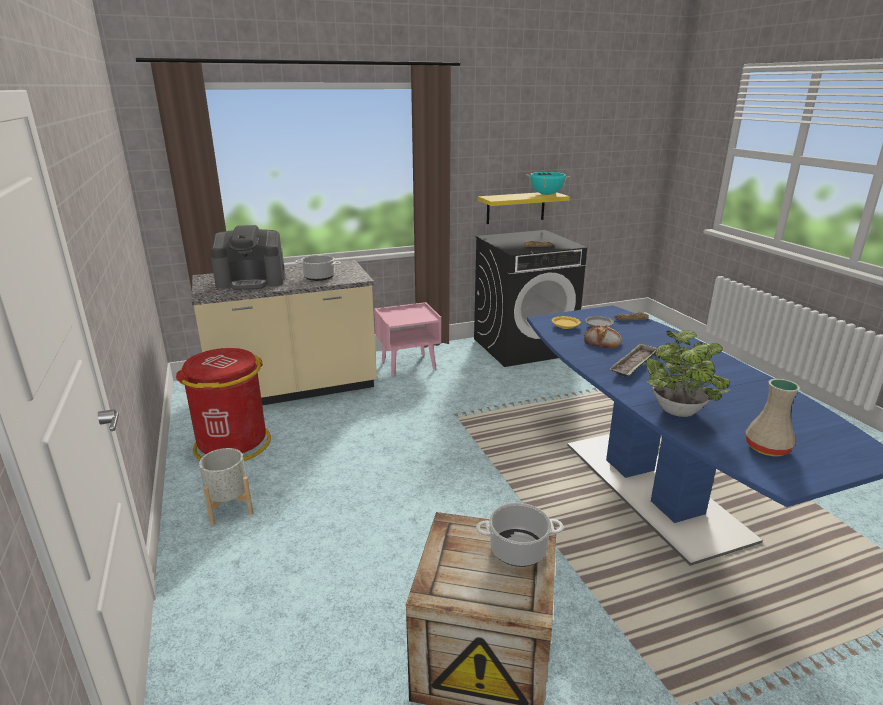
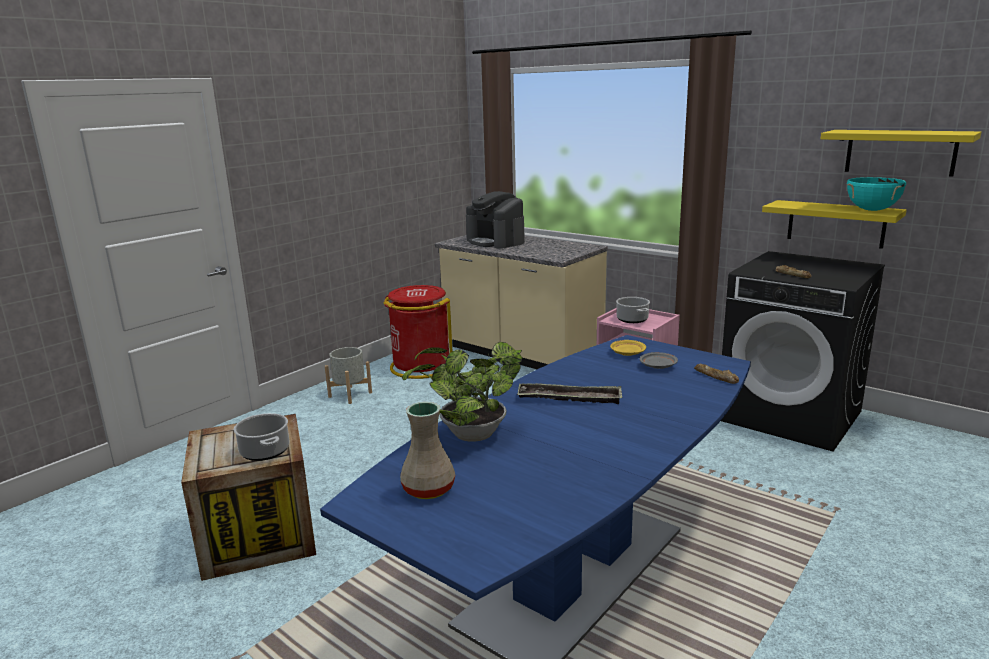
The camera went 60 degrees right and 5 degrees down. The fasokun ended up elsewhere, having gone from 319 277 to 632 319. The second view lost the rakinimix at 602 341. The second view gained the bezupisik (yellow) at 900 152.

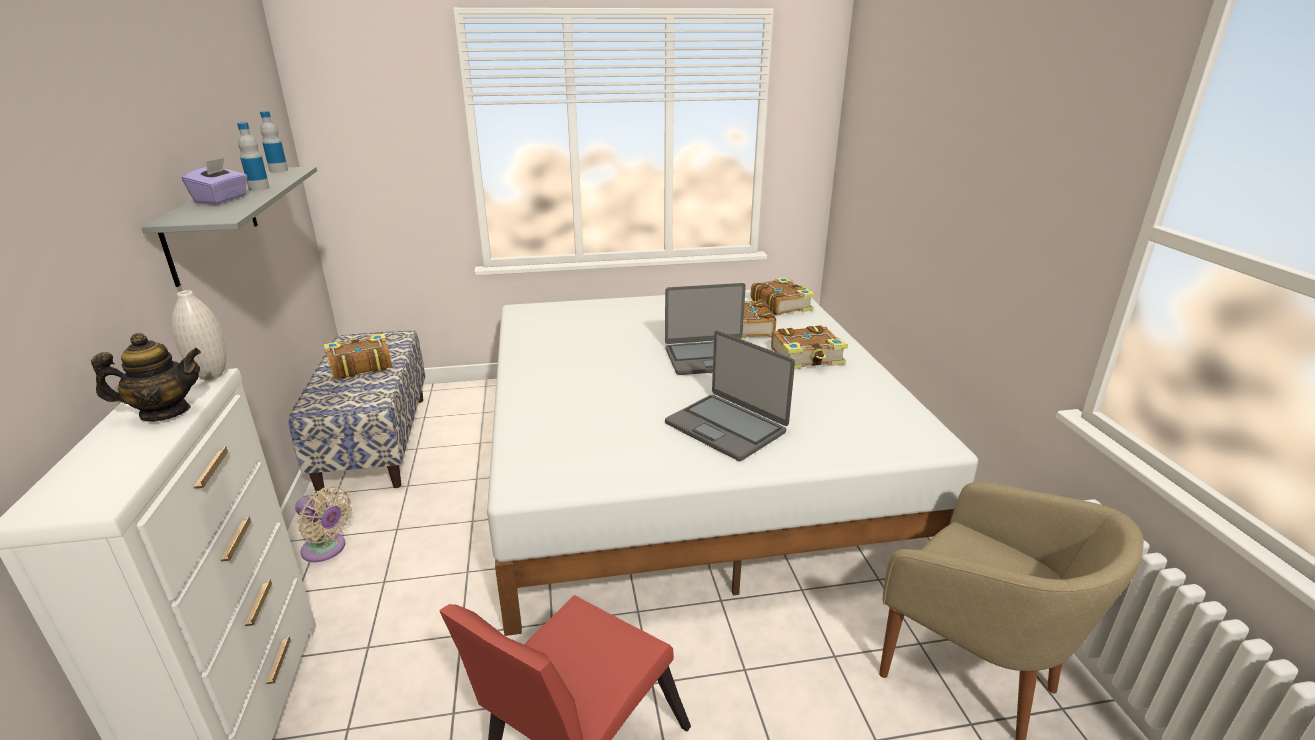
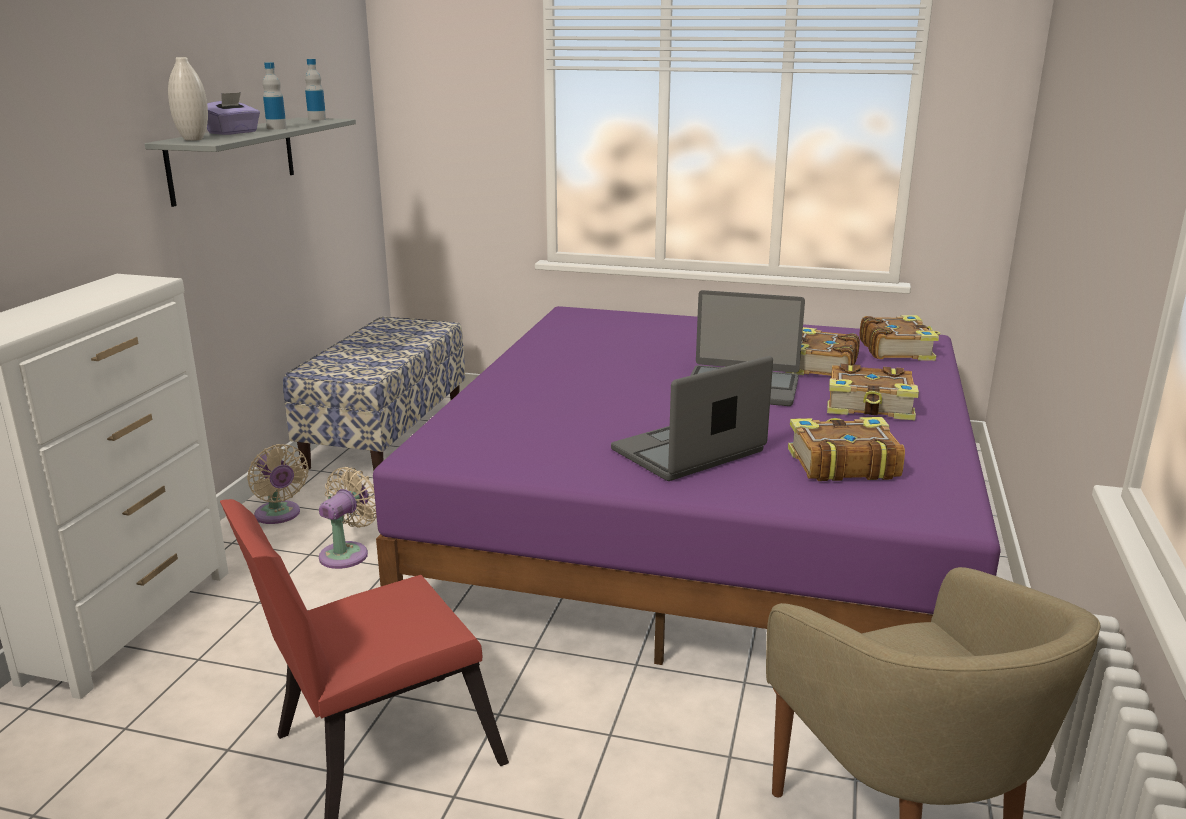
The camera went 25 degrees right and 5 degrees down. The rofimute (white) ended up elsewhere, having gone from 211 375 to 193 139. What was the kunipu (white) at 689 465 turned into the kunipu (purple) at 706 527. The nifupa at 726 427 ended up facing another way, 75 degrees clockwise from before. The second view lost the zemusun at 165 412. The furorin ended up elsewhere, having gone from 360 365 to 841 464. The second view gained the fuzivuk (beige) at 347 553.

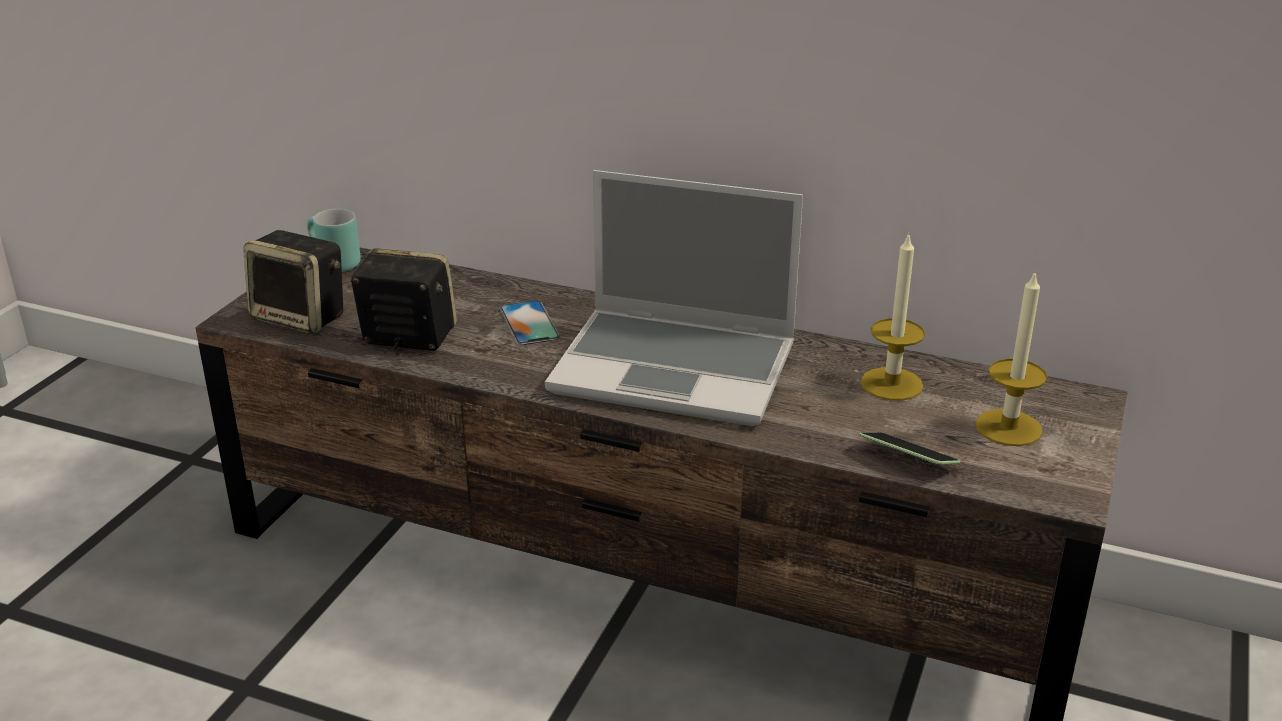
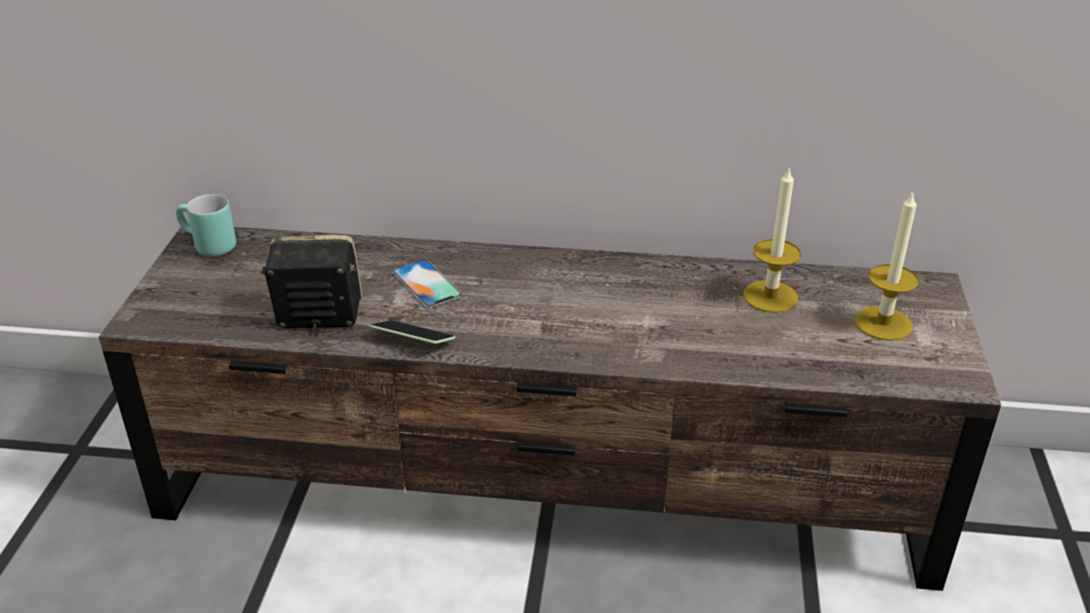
The camera went 15 degrees left and 5 degrees up. The second view lost the nifupa at 677 369. The second view lost the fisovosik at 302 317. The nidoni ended up elsewhere, having gone from 907 460 to 413 341.

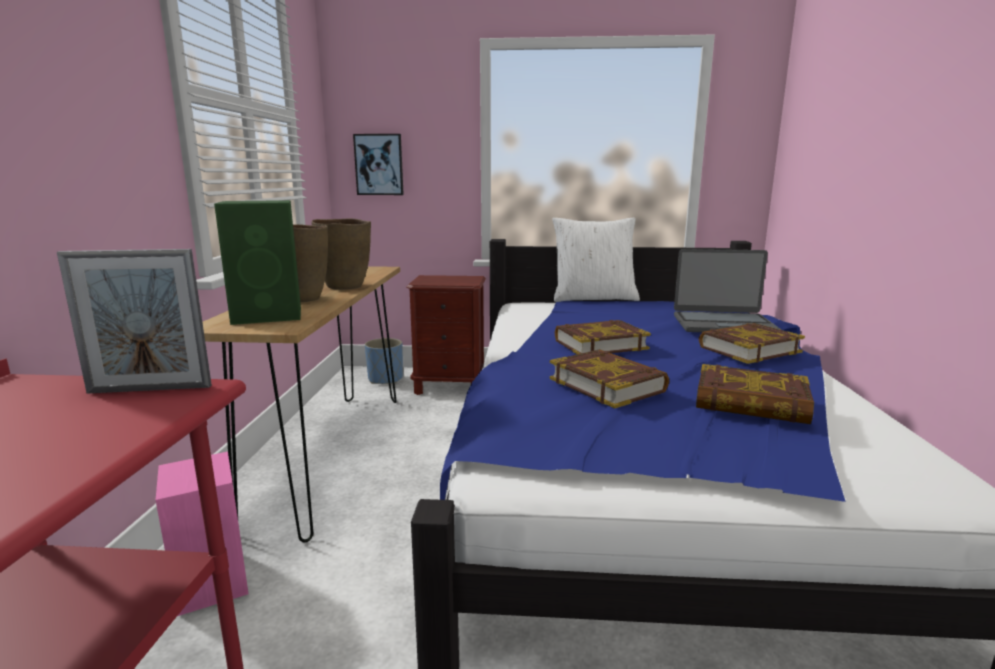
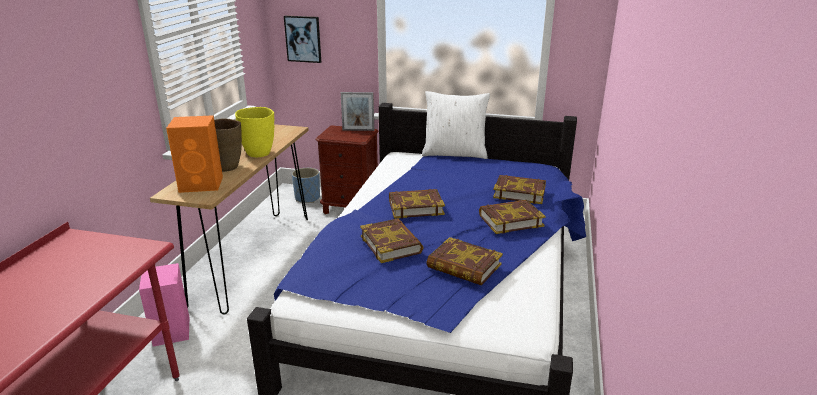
The camera went 10 degrees right and 10 degrees up. What was the fisovosik (green) at 270 315 turned into the fisovosik (orange) at 202 184. What was the rofimute (brown) at 346 286 turned into the rofimute (yellow) at 259 153. The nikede ended up elsewhere, having gone from 150 389 to 358 130. Where the nifupa stood at 723 324, the furorin came to stand at 519 193.

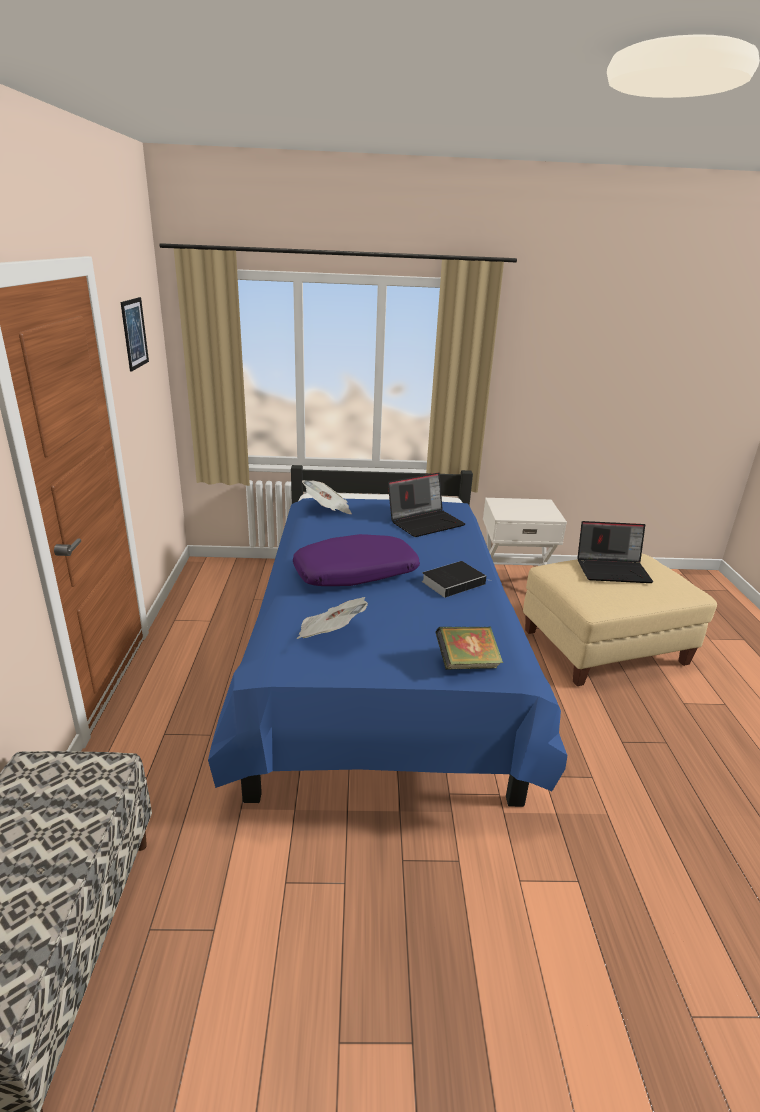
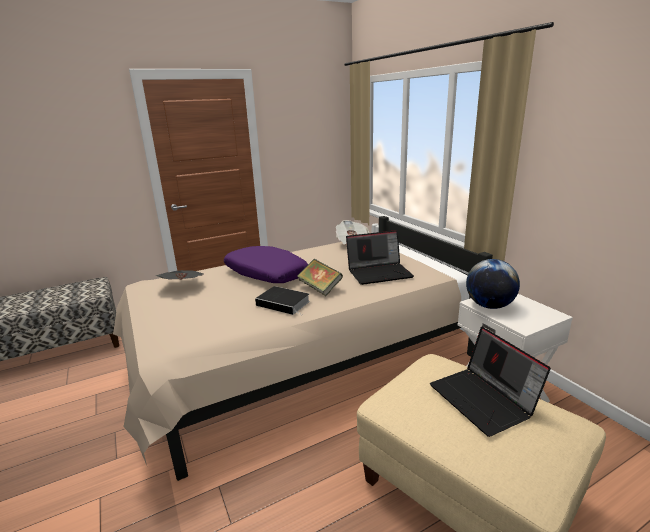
The camera went 65 degrees right and 5 degrees down. The second view lost the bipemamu at 134 333. What was the kunipu (blue) at 380 667 turned into the kunipu (beige) at 301 362. The nifupa at 426 522 ended up facing another way, 45 degrees counterclockwise from before. The furorin ended up elsewhere, having gone from 467 664 to 320 288. The second view gained the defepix at 489 306.

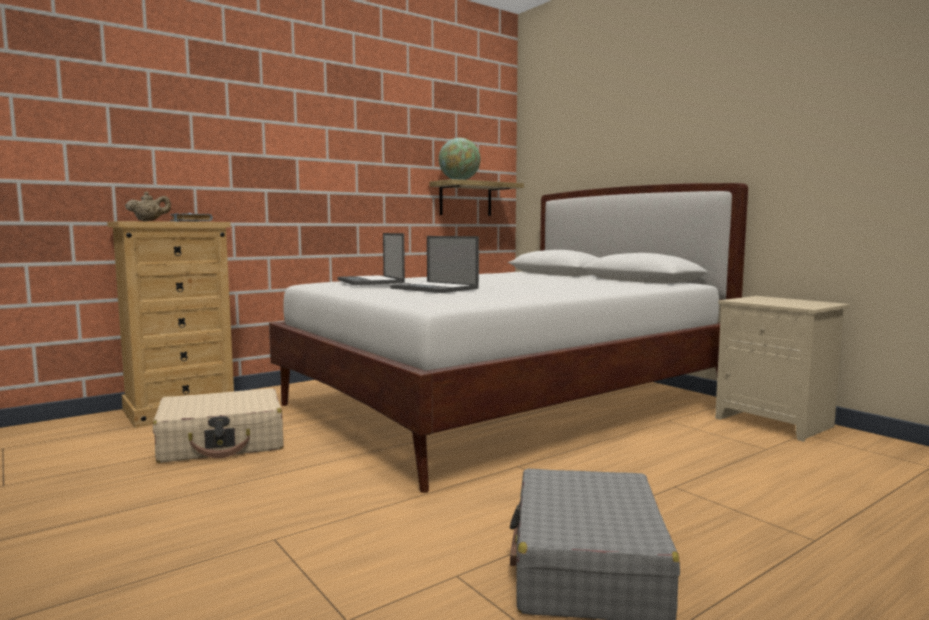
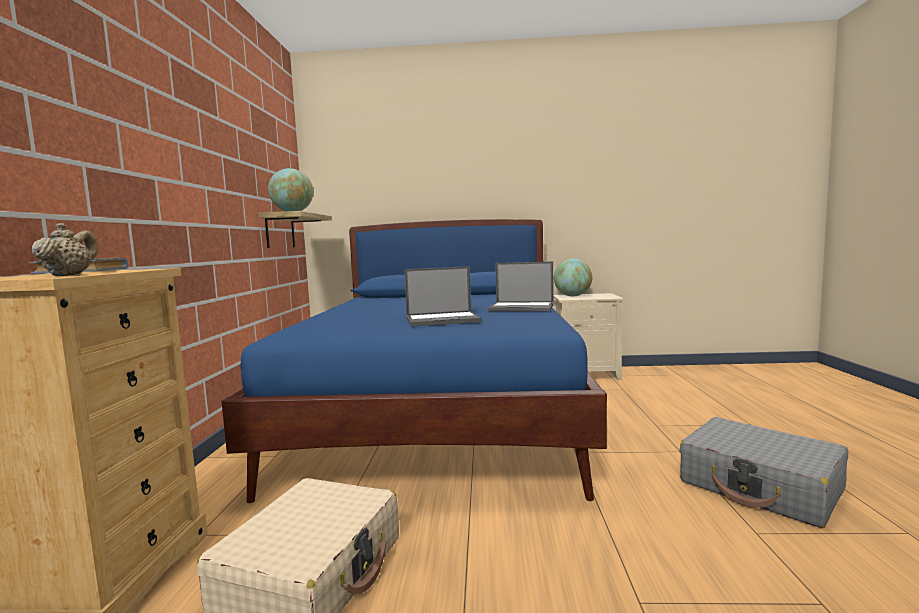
The camera went 50 degrees left and 0 degrees up. What was the kunipu (white) at 506 403 turned into the kunipu (blue) at 440 415. The nifupa ended up elsewhere, having gone from 371 281 to 522 307. The second view gained the defepix at 573 296.

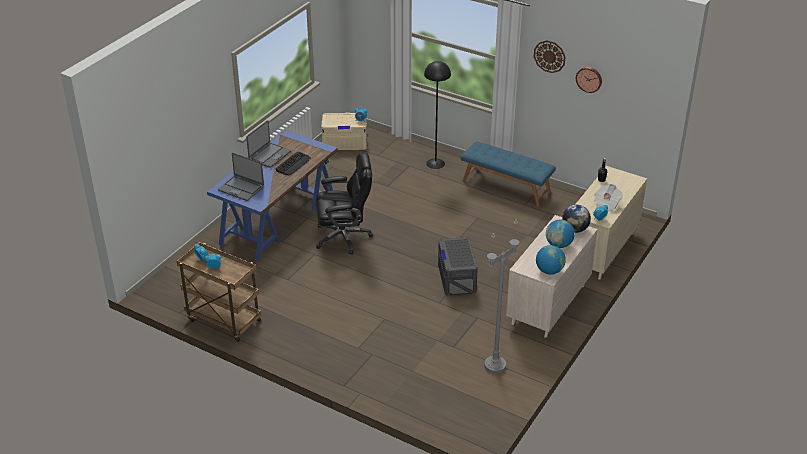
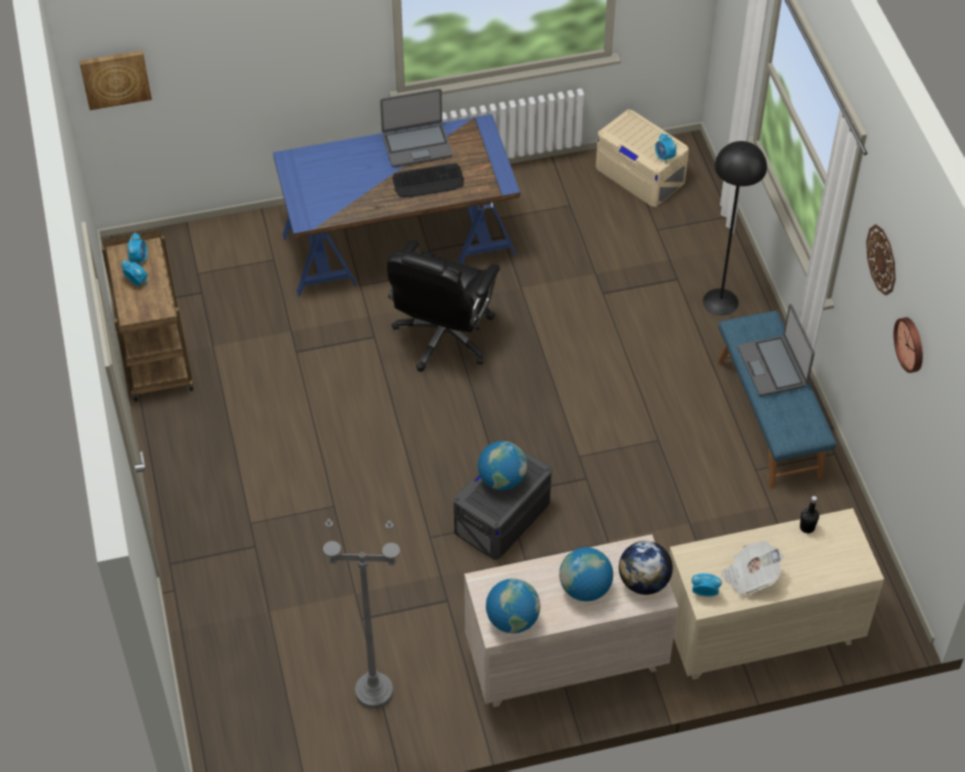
The camera went 45 degrees right and 15 degrees up. The nifupa ended up elsewhere, having gone from 241 188 to 773 366. The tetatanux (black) at 344 237 ended up facing another way, 75 degrees clockwise from before. The second view gained the bipemamu at 115 78. The second view gained the defepix at 502 479.

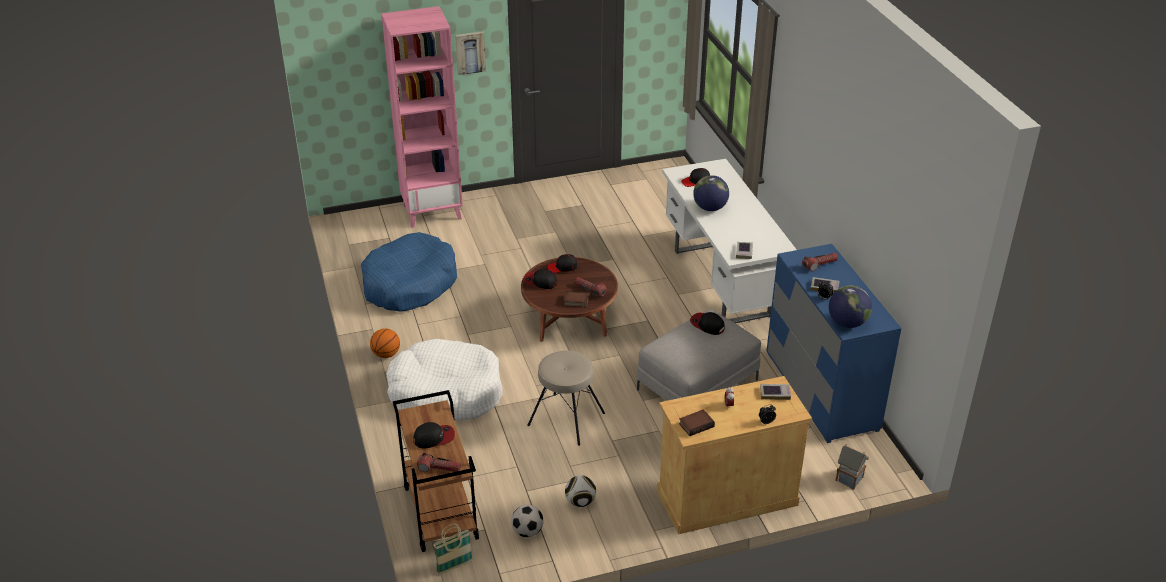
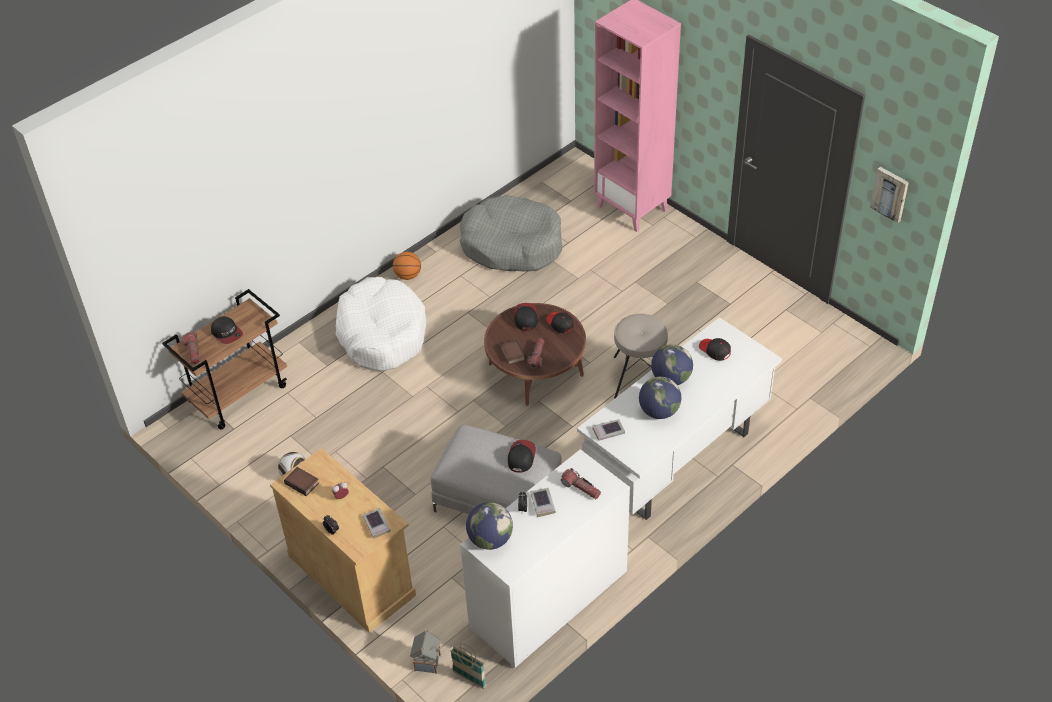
The camera went 65 degrees right and 10 degrees up. The bipemamu ended up elsewhere, having gone from 470 52 to 890 193. What was the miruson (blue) at 409 284 turned into the miruson (grey) at 512 245. What was the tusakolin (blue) at 821 391 turned into the tusakolin (white) at 549 600. The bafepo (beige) ended up elsewhere, having gone from 566 419 to 639 377. The second view lost the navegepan at 527 531. The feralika ended up elsewhere, having gone from 454 566 to 469 678. The second view gained the defepix at 659 411.

